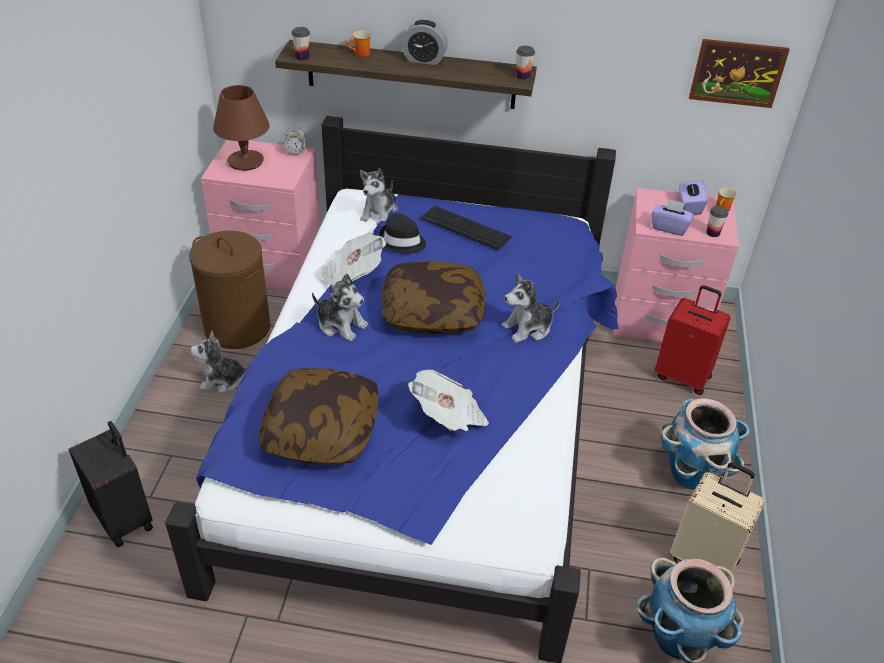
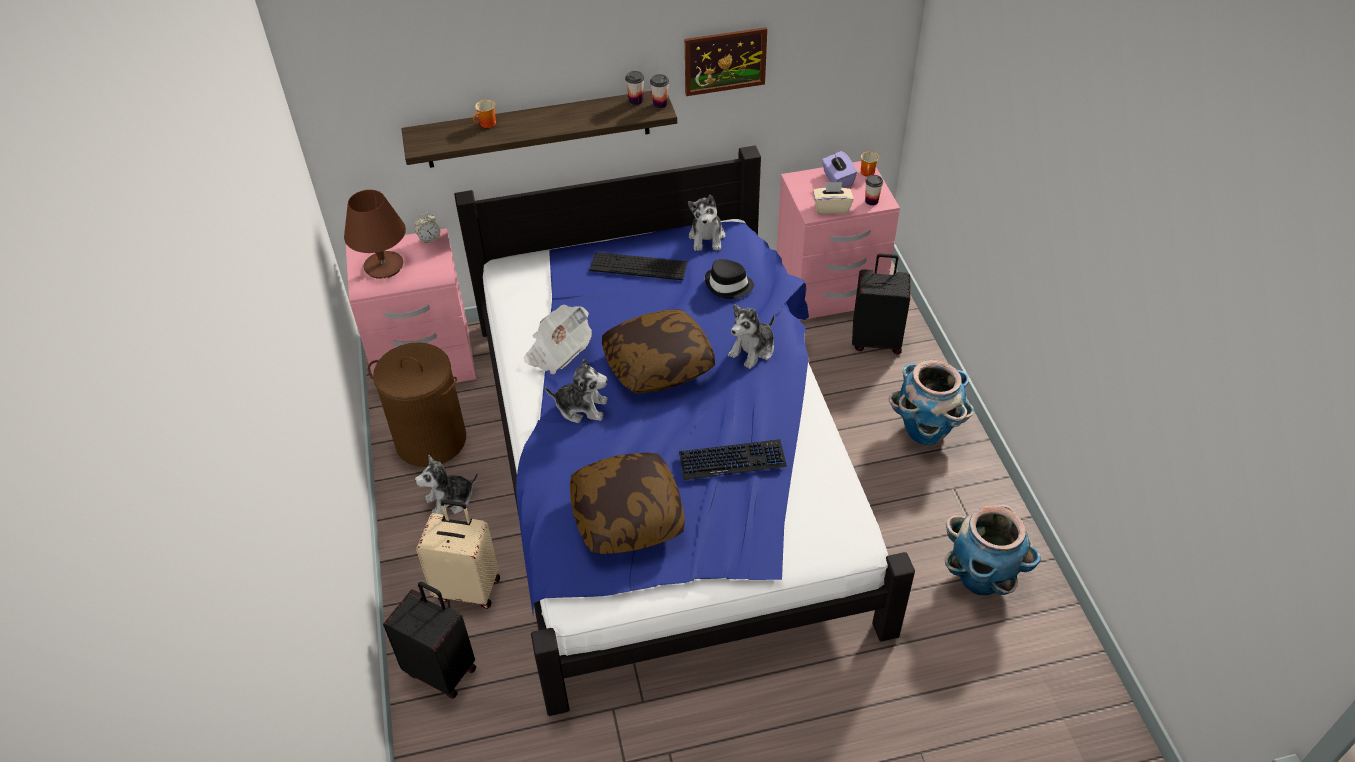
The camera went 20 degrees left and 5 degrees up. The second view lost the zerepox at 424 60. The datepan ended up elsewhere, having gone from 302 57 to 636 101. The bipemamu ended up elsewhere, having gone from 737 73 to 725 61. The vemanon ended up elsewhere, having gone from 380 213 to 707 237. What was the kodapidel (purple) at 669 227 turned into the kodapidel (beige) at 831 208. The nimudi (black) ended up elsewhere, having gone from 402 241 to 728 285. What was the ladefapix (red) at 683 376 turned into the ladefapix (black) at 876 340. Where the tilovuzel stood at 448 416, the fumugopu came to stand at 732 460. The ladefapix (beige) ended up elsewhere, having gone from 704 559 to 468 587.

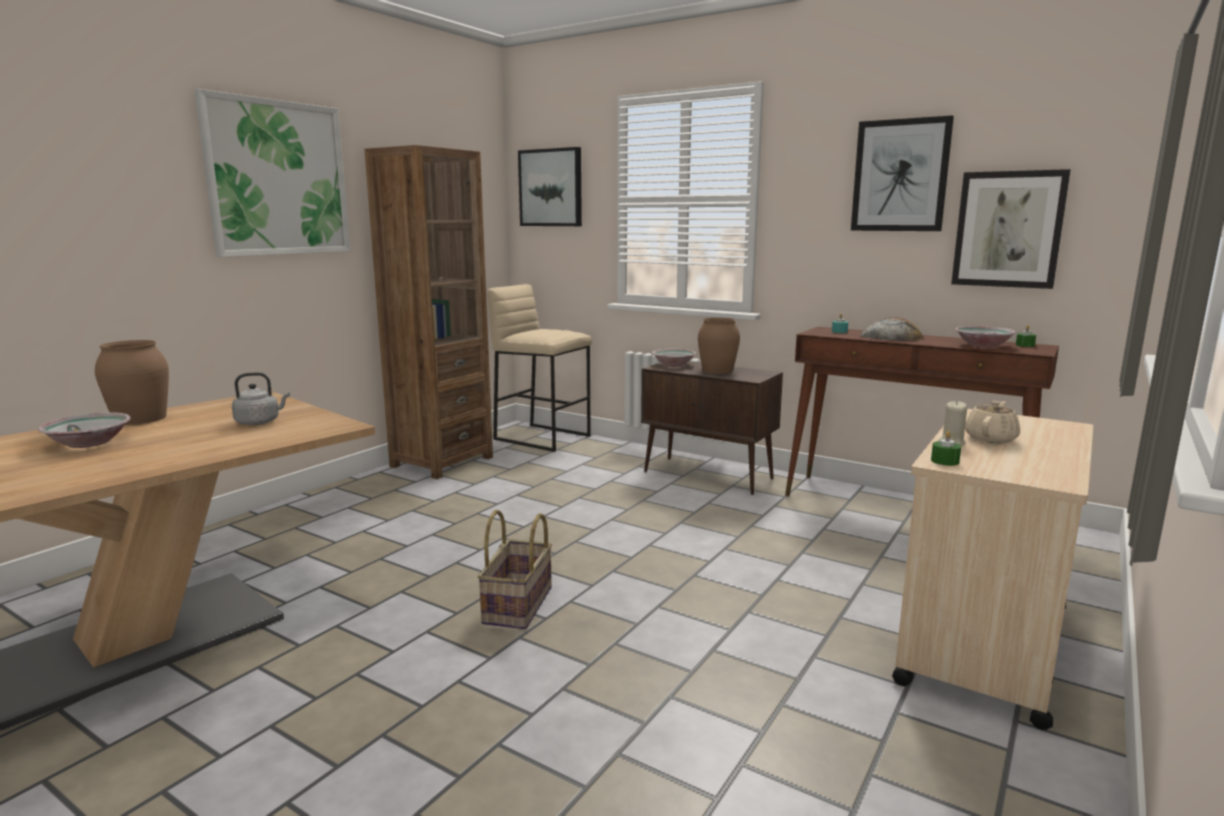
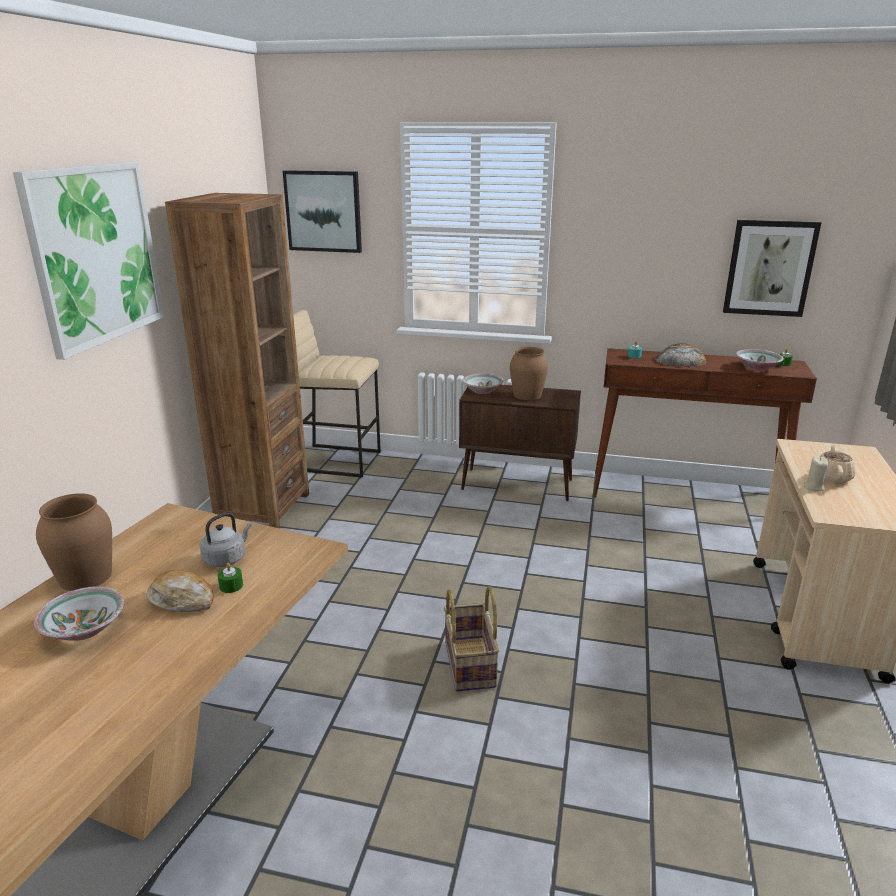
The camera went 20 degrees left and 10 degrees up. The second view lost the bipemamu at 900 176. The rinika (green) ended up elsewhere, having gone from 944 461 to 231 586. The second view gained the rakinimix at 182 600.

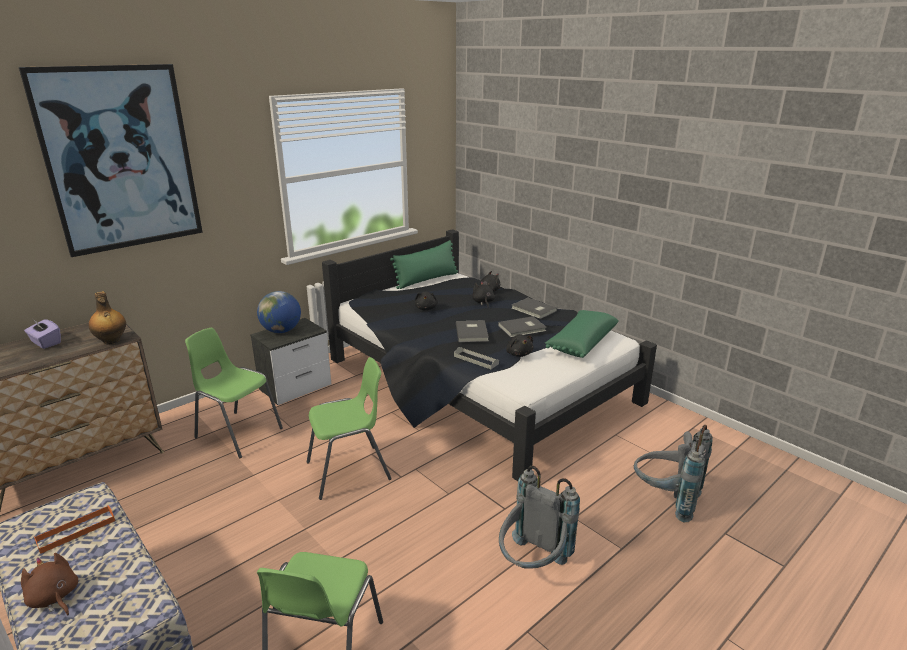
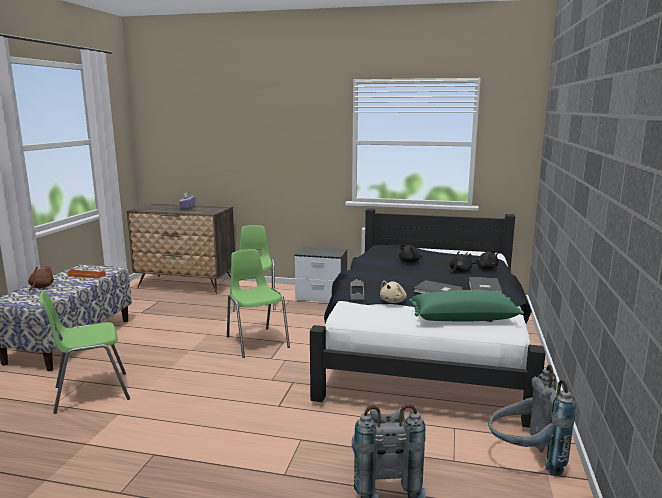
The camera went 55 degrees right and 10 degrees down. The second view lost the bipemamu at 121 159. The second view lost the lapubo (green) at 426 280. The second view lost the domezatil at 111 341. The second view lost the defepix at 281 331. The second view lost the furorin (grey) at 472 332. What was the vemanon (black) at 519 354 turned into the vemanon (beige) at 393 301. The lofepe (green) at 349 471 ended up facing another way, 150 degrees counterclockwise from before. The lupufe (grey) ended up elsewhere, having gone from 532 566 to 524 459.

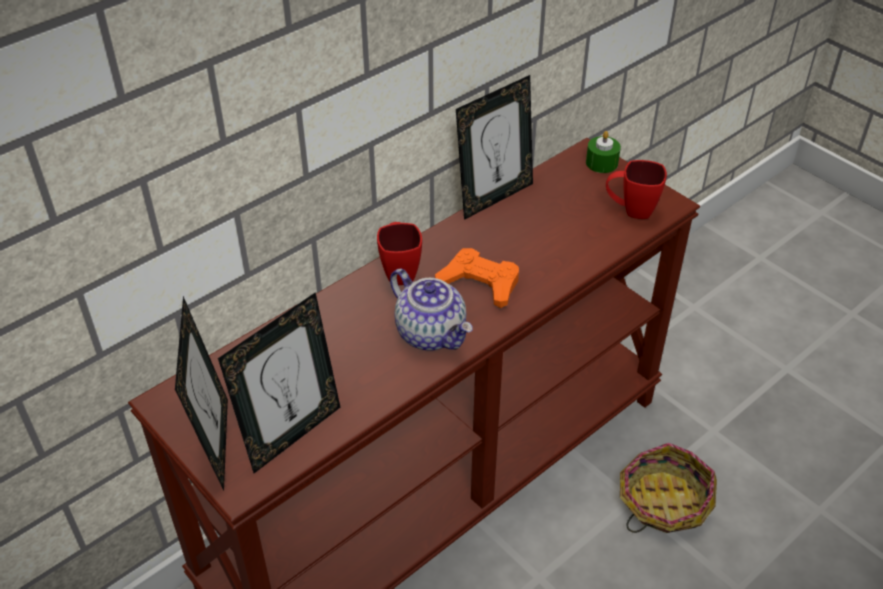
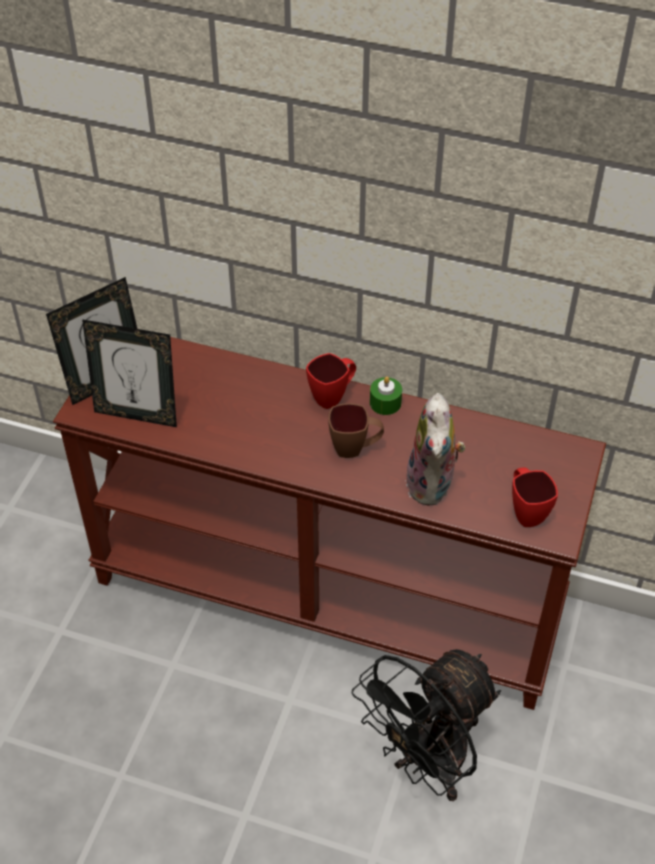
The camera went 60 degrees right and 5 degrees up. The second view lost the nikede at 494 197. The rinika (green) ended up elsewhere, having gone from 601 163 to 385 403. Where the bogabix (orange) stood at 480 283, the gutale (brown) came to stand at 355 449. The second view lost the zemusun at 432 333. Where the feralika stood at 663 501, the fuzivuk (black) came to stand at 426 762. The second view gained the vemanon at 433 485.

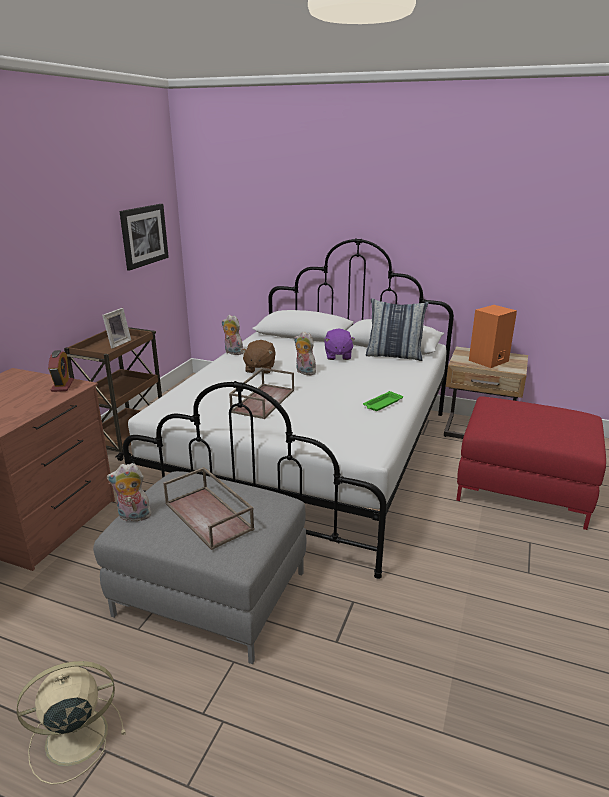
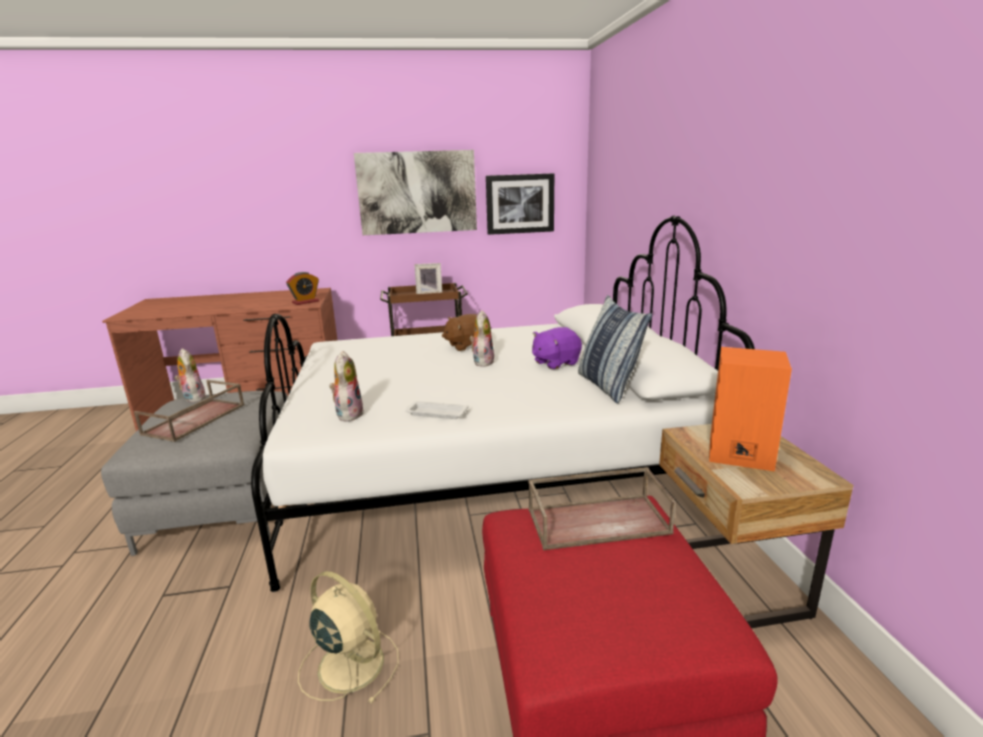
The camera went 60 degrees right and 5 degrees down. The vemanon ended up elsewhere, having gone from 232 352 to 348 414. The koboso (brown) ended up elsewhere, having gone from 263 400 to 598 520. What was the koboso (green) at 382 404 turned into the koboso (white) at 435 413. The fuzivuk (beige) ended up elsewhere, having gone from 73 738 to 349 663. The second view gained the bipemamu at 417 192.

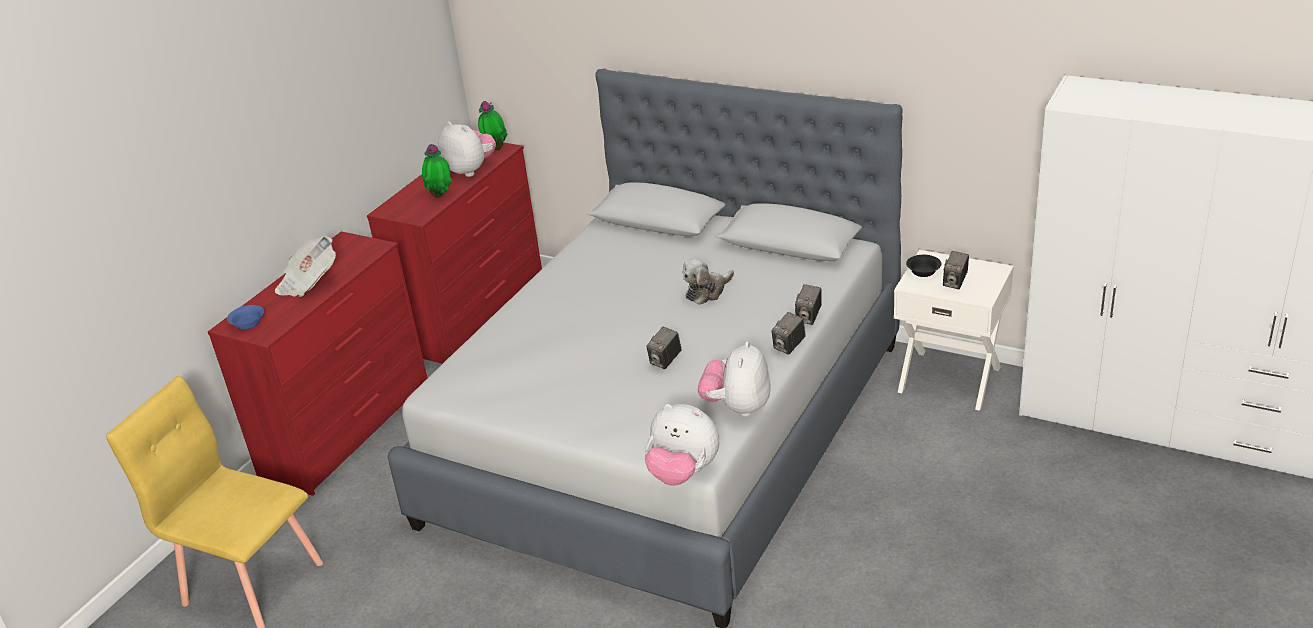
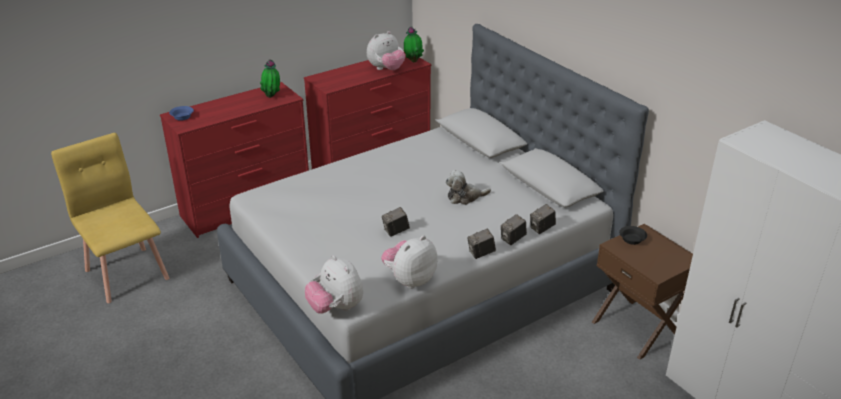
The camera went 25 degrees right and 0 degrees up. The vemanon at 471 170 ended up facing another way, 75 degrees clockwise from before. The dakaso ended up elsewhere, having gone from 441 195 to 272 96. The second view lost the tilovuzel at 308 283. What was the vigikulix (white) at 950 378 turned into the vigikulix (brown) at 637 328. The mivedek ended up elsewhere, having gone from 955 282 to 542 229.

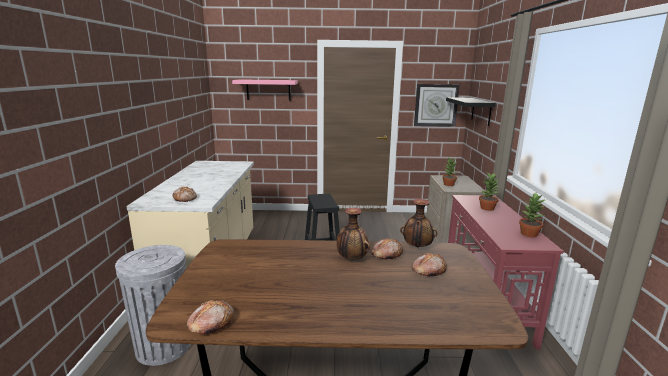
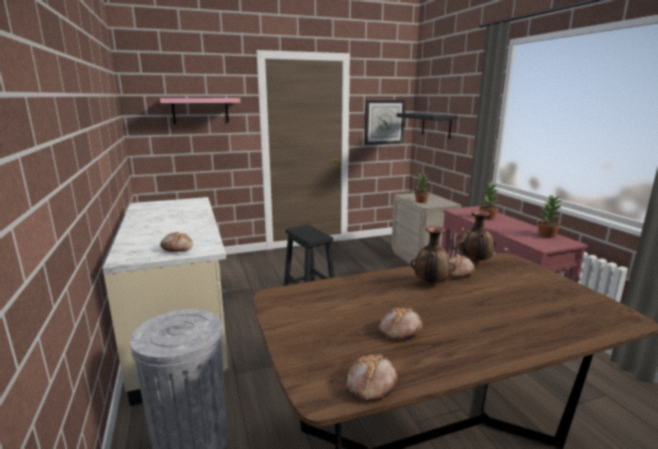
The camera went 20 degrees left and 0 degrees up. The rakinimix ended up elsewhere, having gone from 428 270 to 399 331.

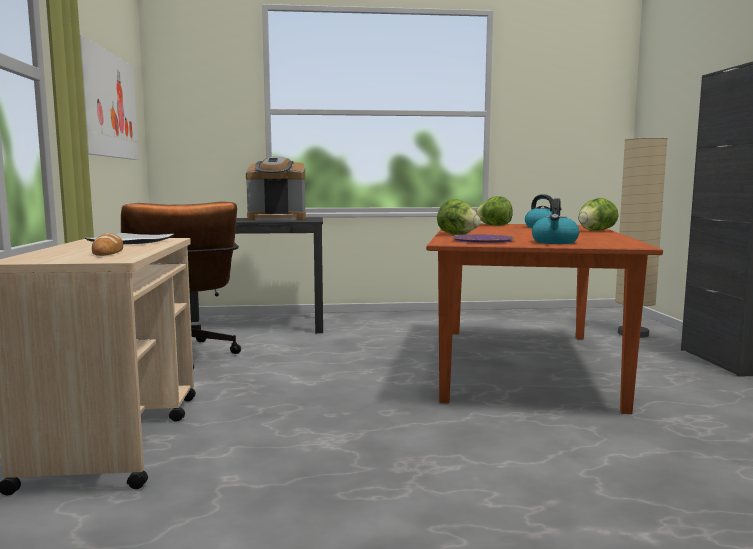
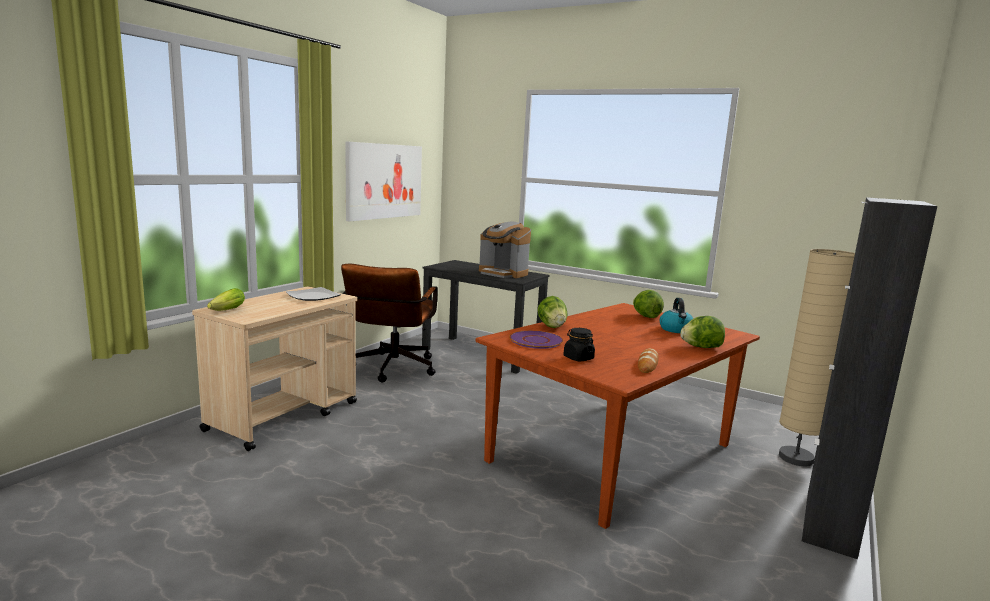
The camera went 35 degrees right and 5 degrees up. Where the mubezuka stood at 555 242, the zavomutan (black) came to stand at 578 358. The rakinimix ended up elsewhere, having gone from 108 251 to 647 364. The second view gained the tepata at 225 311.

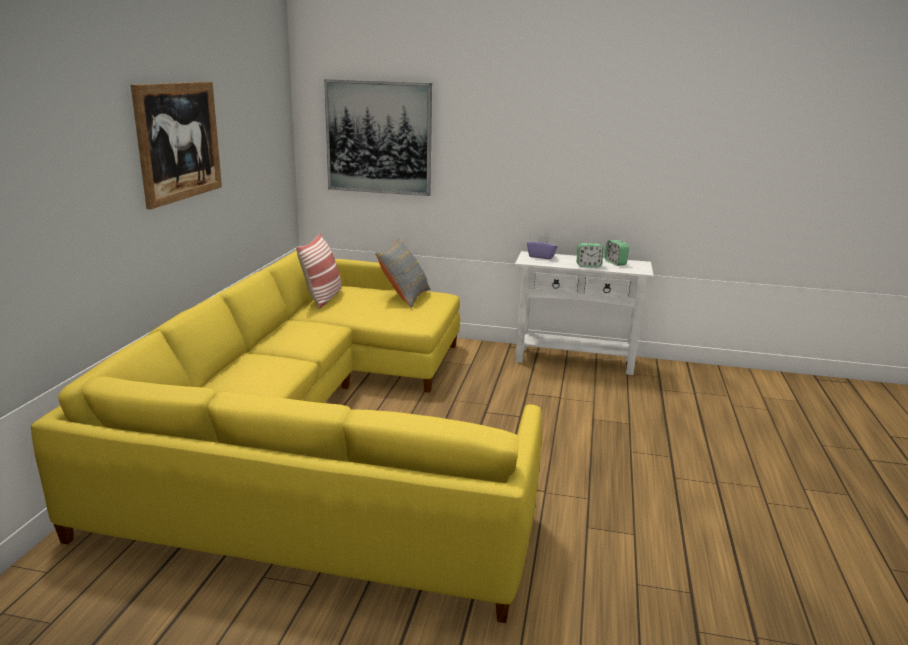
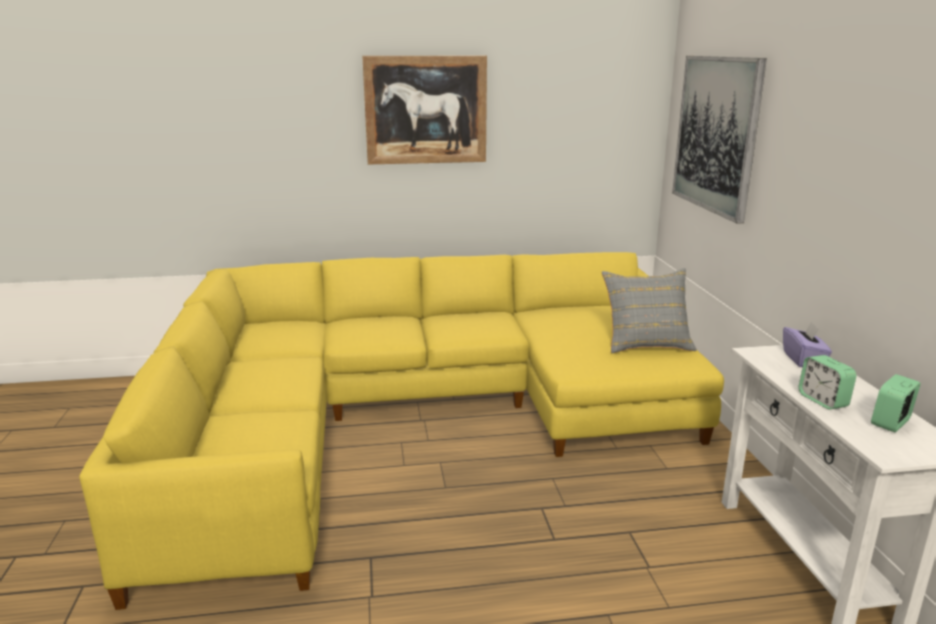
The camera went 70 degrees right and 0 degrees up. The second view lost the lapubo at 323 298.

